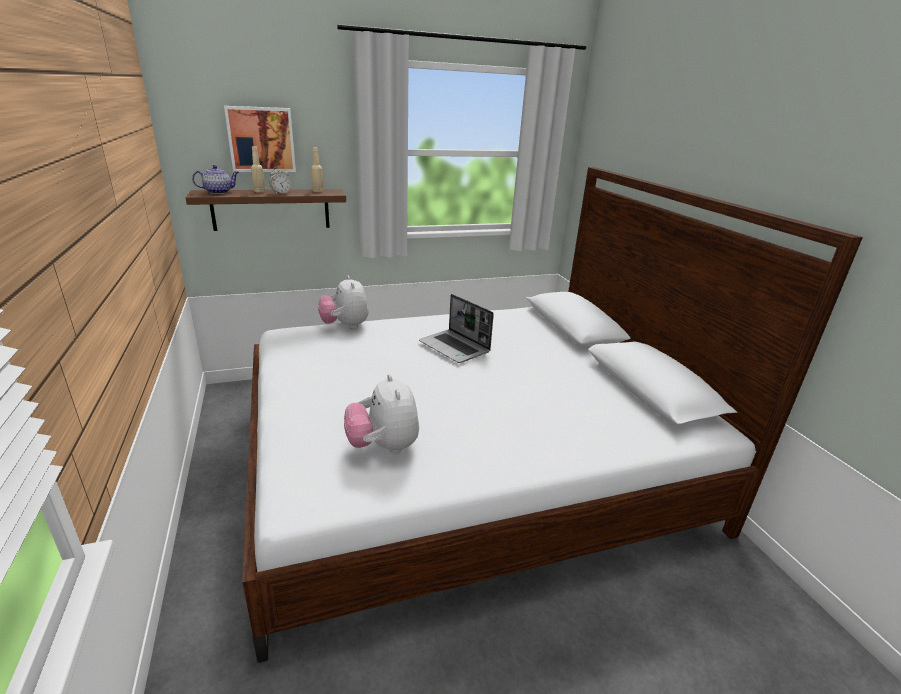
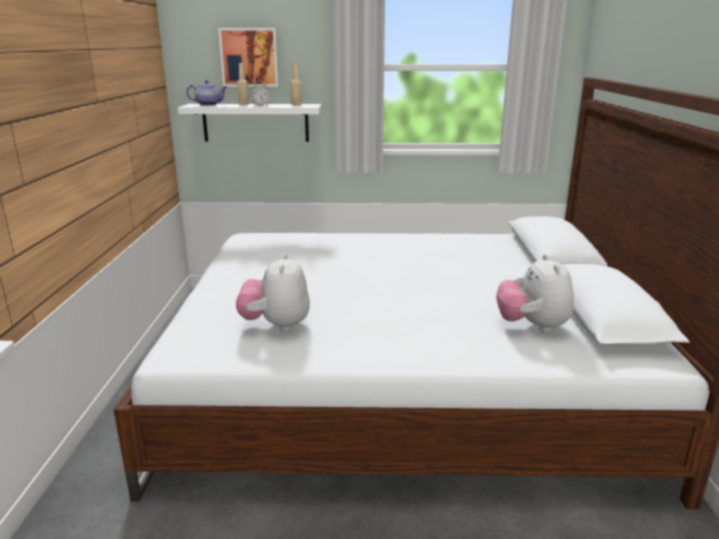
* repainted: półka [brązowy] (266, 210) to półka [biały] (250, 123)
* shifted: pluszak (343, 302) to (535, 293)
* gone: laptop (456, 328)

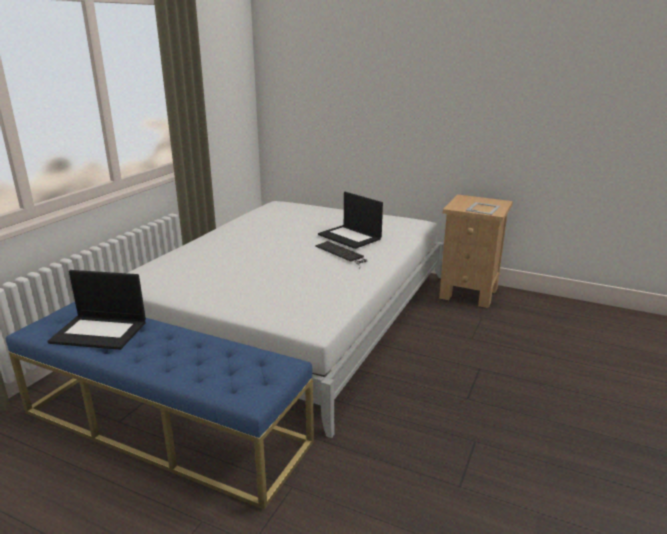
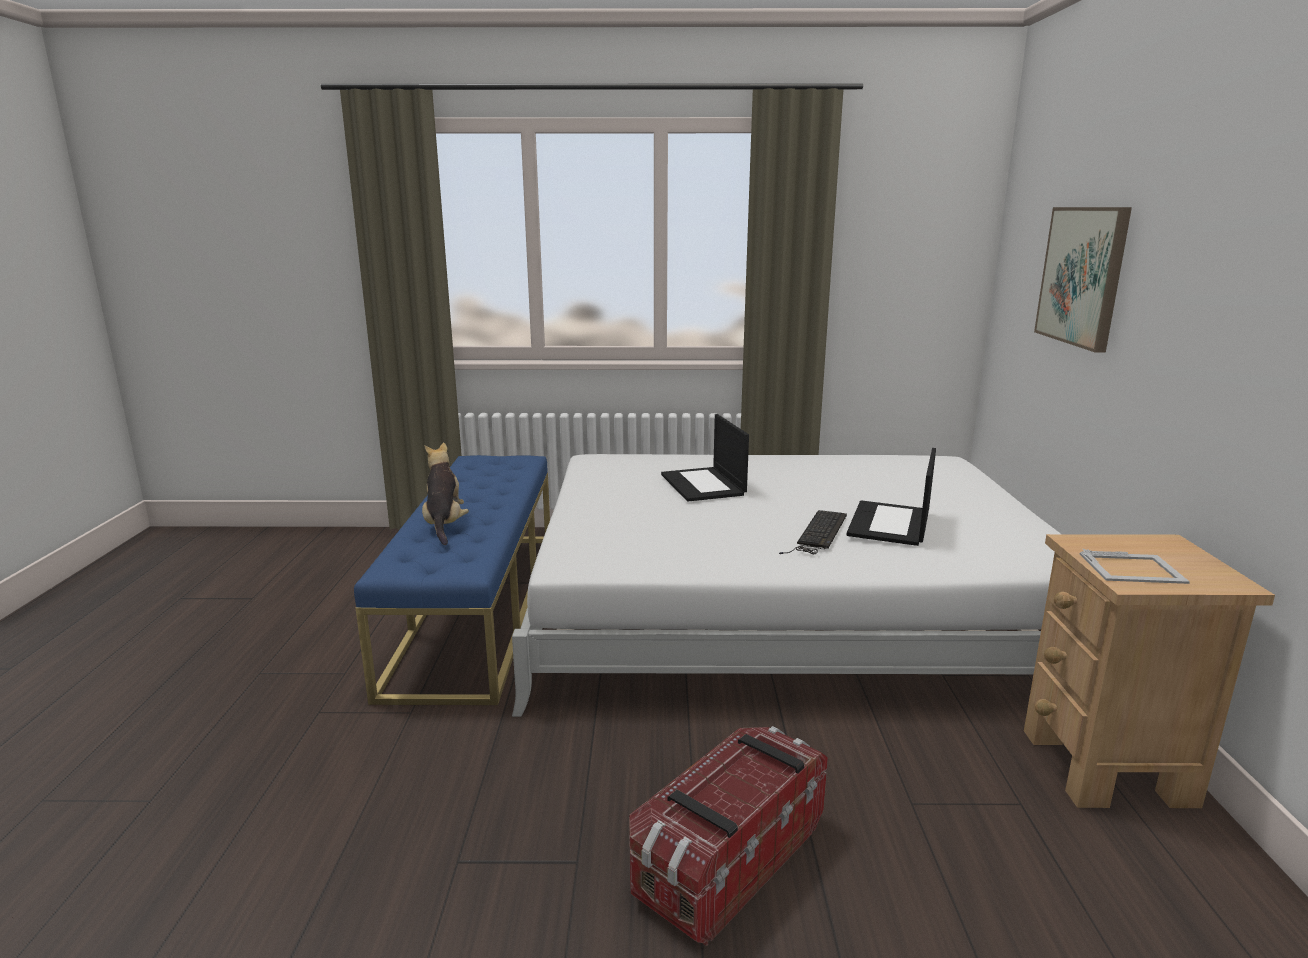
* new: pluszak (445, 494)
* new: pojemnik do przechowywania (728, 836)
* shifted: laptop (96, 310) to (705, 457)
* new: obraz (1083, 280)

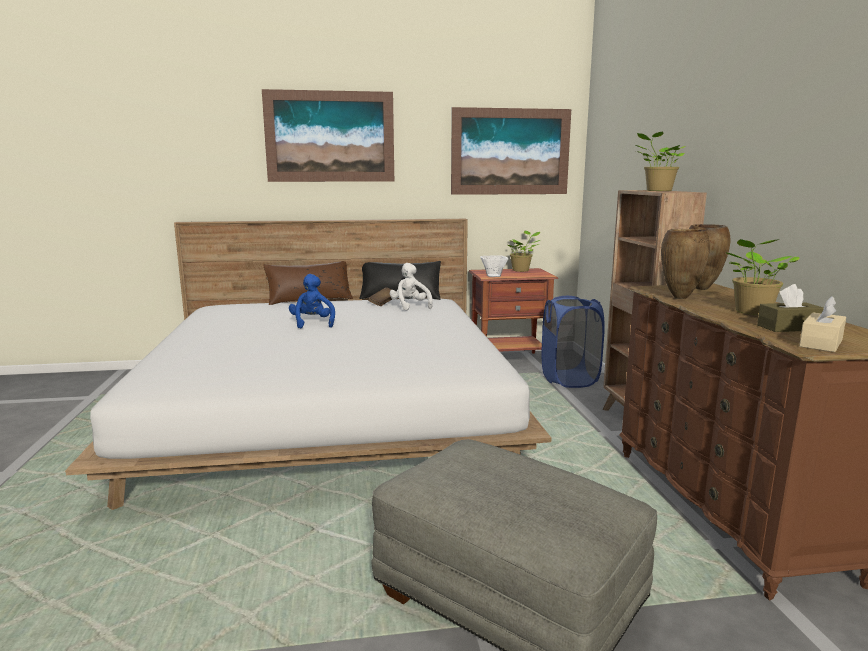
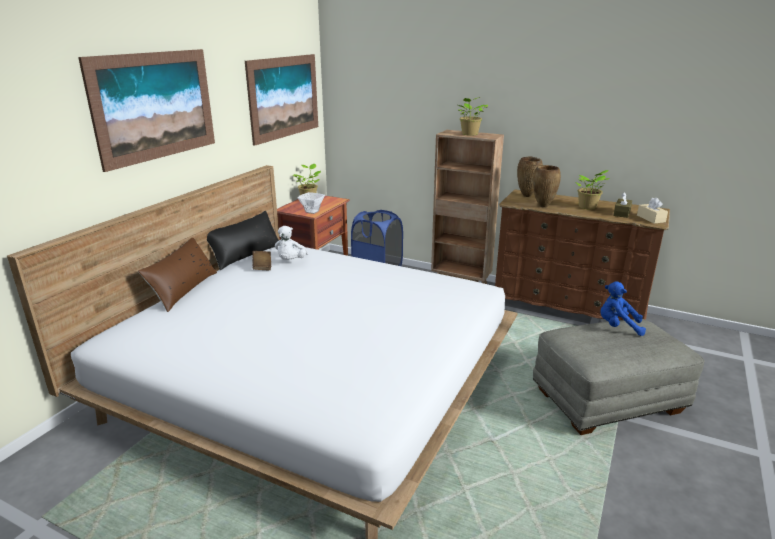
* rotated: pluszak [biały] (411, 287) = (291, 243) 90 degrees counterclockwise
* shifted: pluszak [niebieski] (312, 301) to (623, 308)

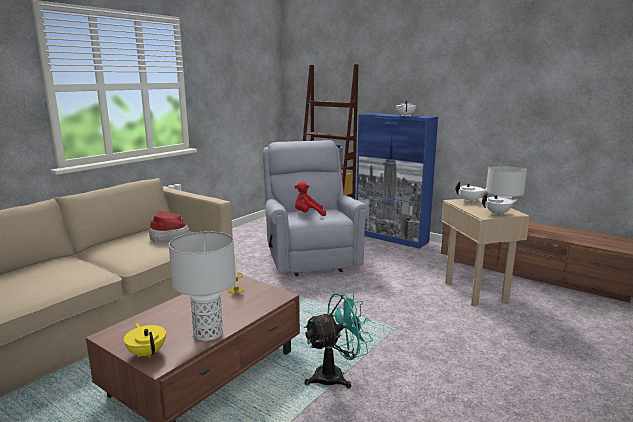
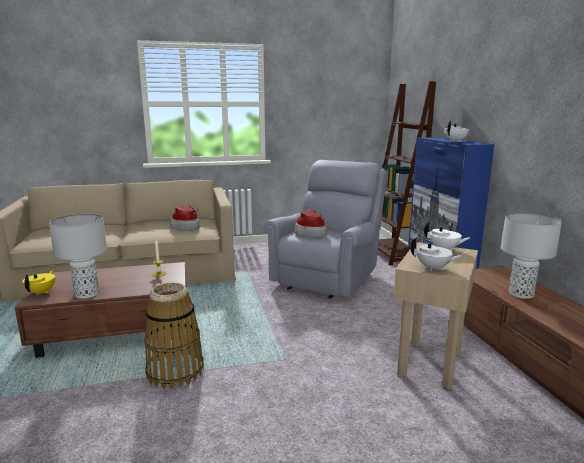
* swapped: wentylator [turkusowy] (338, 340) to koszyk (174, 336)
* swapped: pluszak [czerwony] (310, 198) to kapelusz (311, 223)

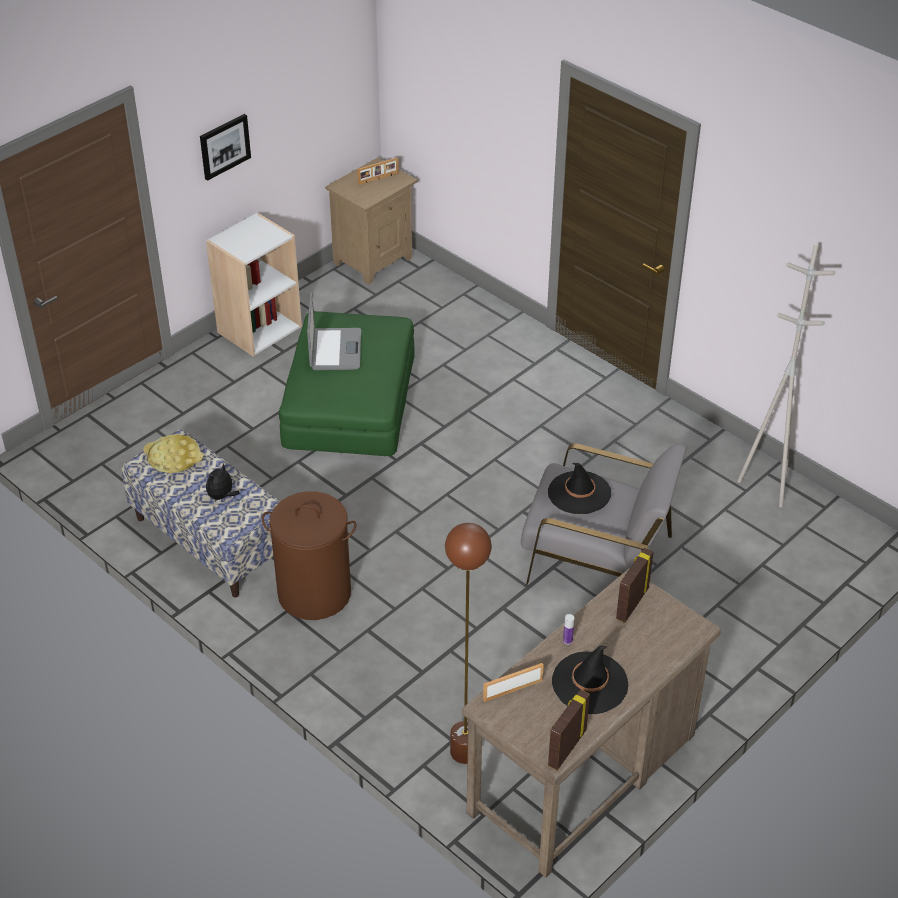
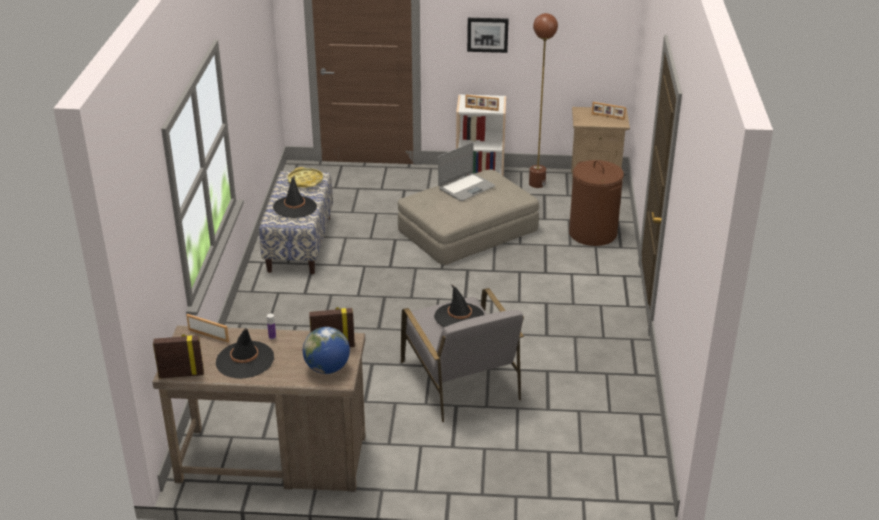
* swapped: pluszak (223, 482) to kapelusz [czarny] (295, 196)
* new: globus (326, 350)
* repainted: pufa [zielony] (347, 383) to pufa [beżowy] (468, 217)
* new: ramka na zdjęcie (482, 103)
* shifted: lampa stojąca [brązowy] (468, 643) to (543, 100)
* shifted: kosz na pranie [brązowy] (309, 555) to (596, 203)
* gone: wieszak [szary] (786, 376)

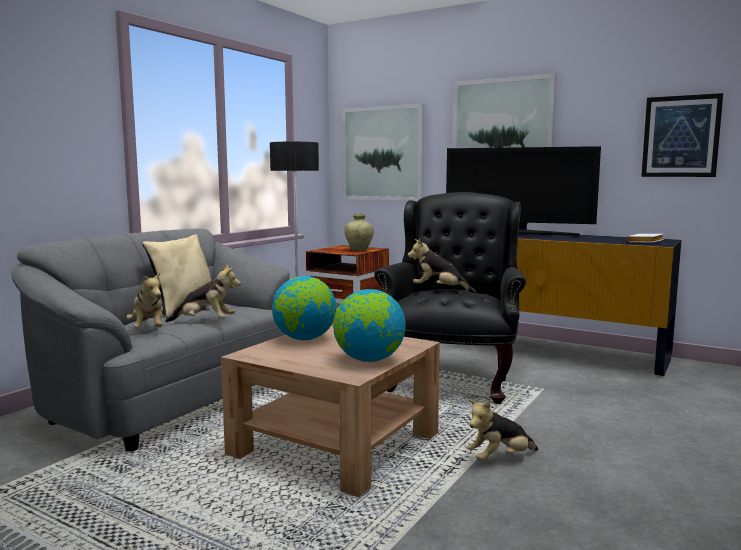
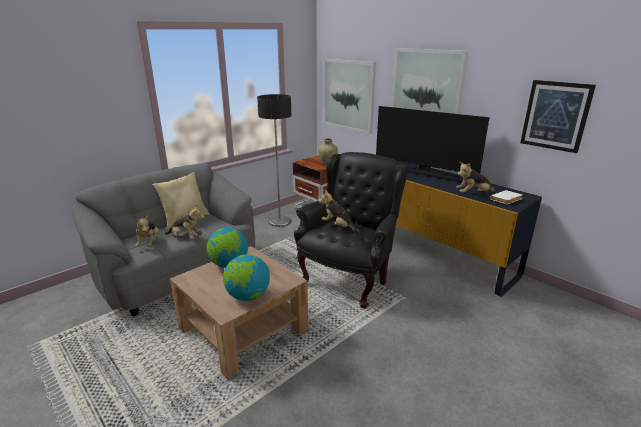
* shifted: pluszak (502, 430) to (476, 177)

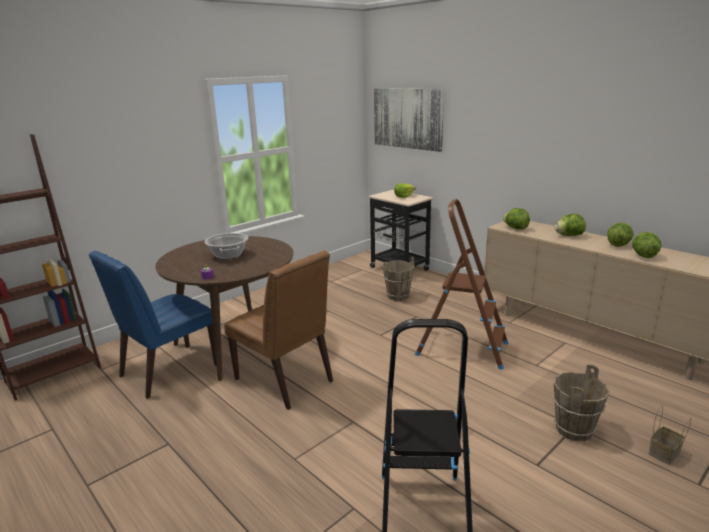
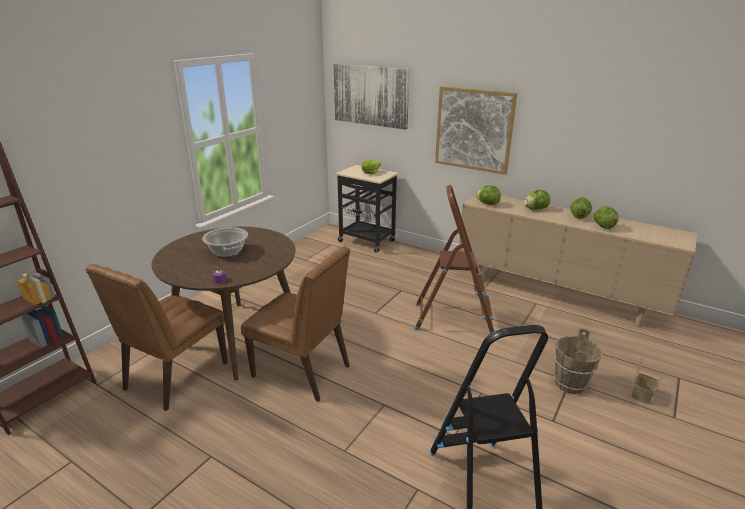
* repainted: krzesło [niebieski] (153, 325) to krzesło [brązowy] (156, 337)
* new: obraz (476, 130)
* gone: wiadro [brązowy] (398, 279)

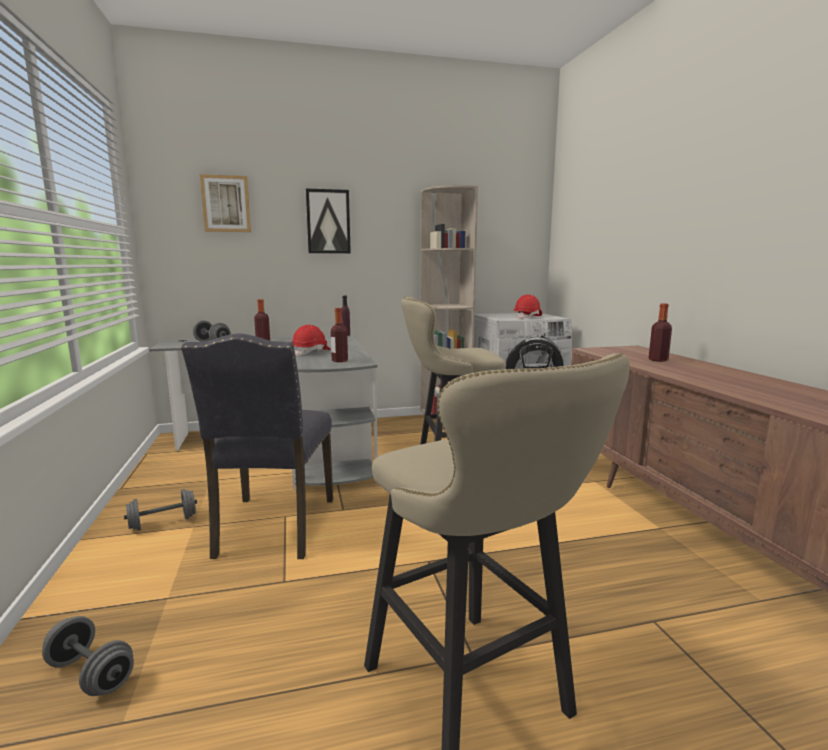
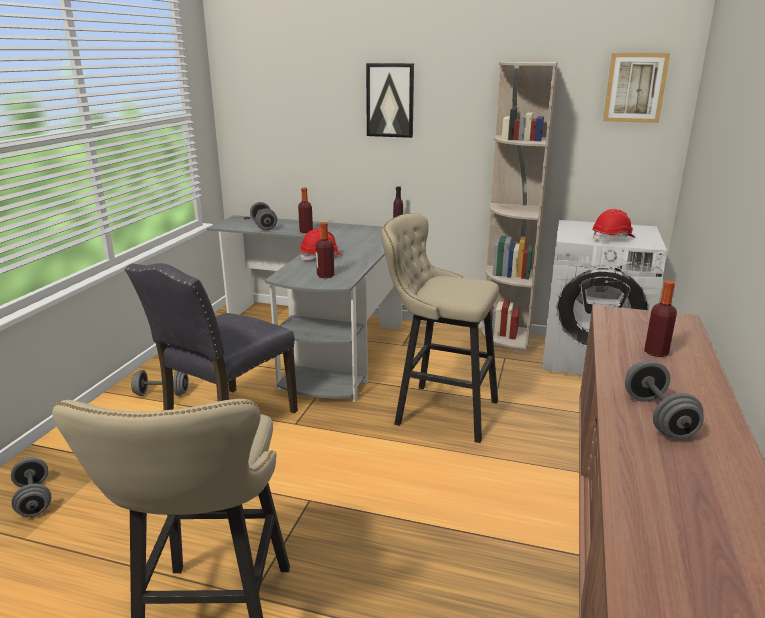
* shifted: obraz (225, 203) to (636, 88)
* new: hantel [szary] (664, 400)

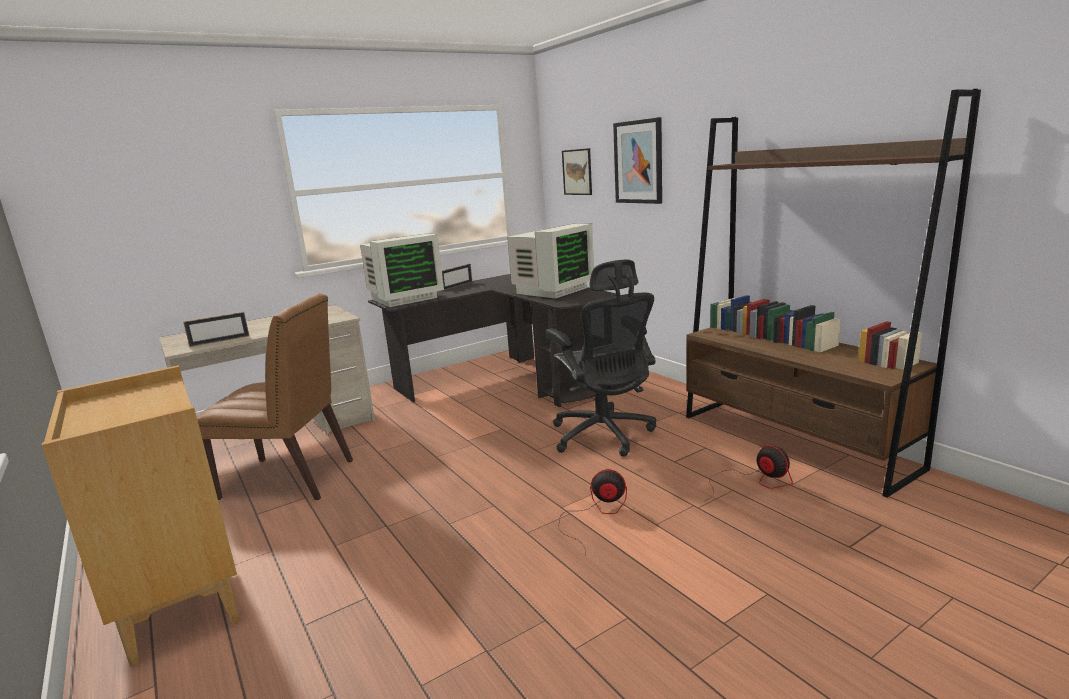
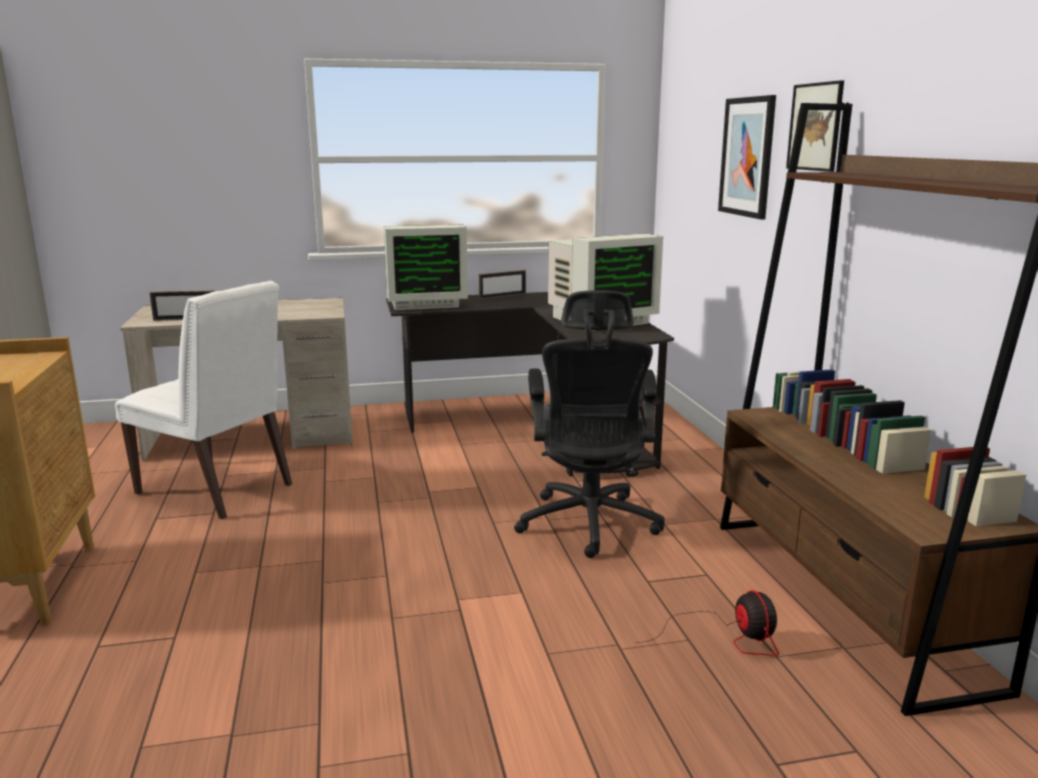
* repainted: krzesło [brązowy] (275, 396) to krzesło [biały] (203, 400)
* shifted: obraz (577, 171) to (815, 126)
* gone: wentylator (592, 511)

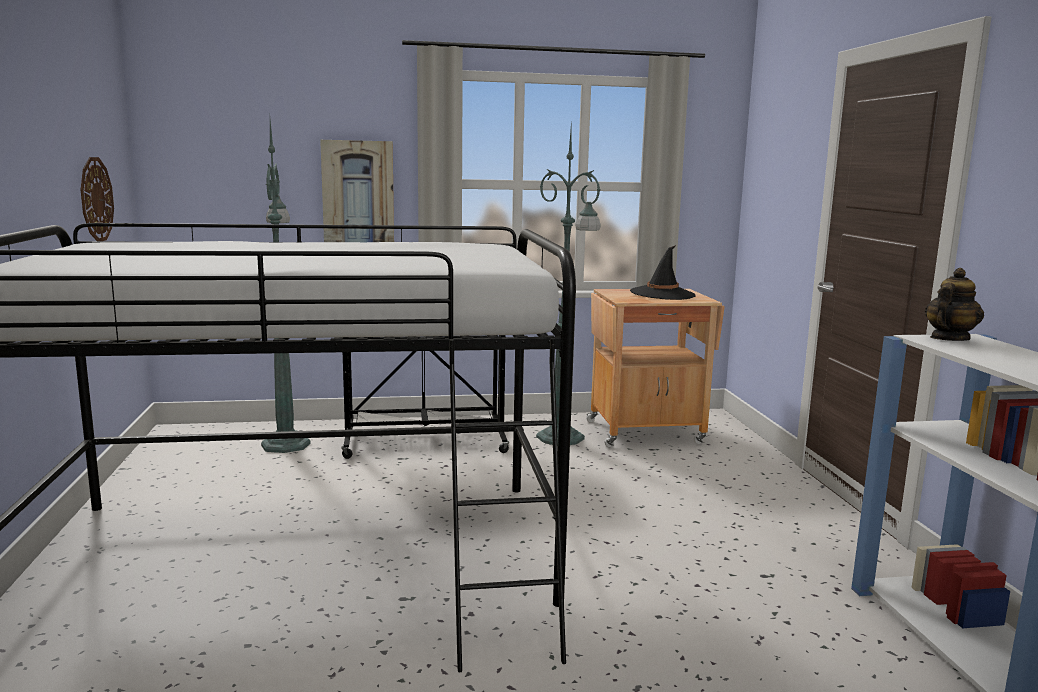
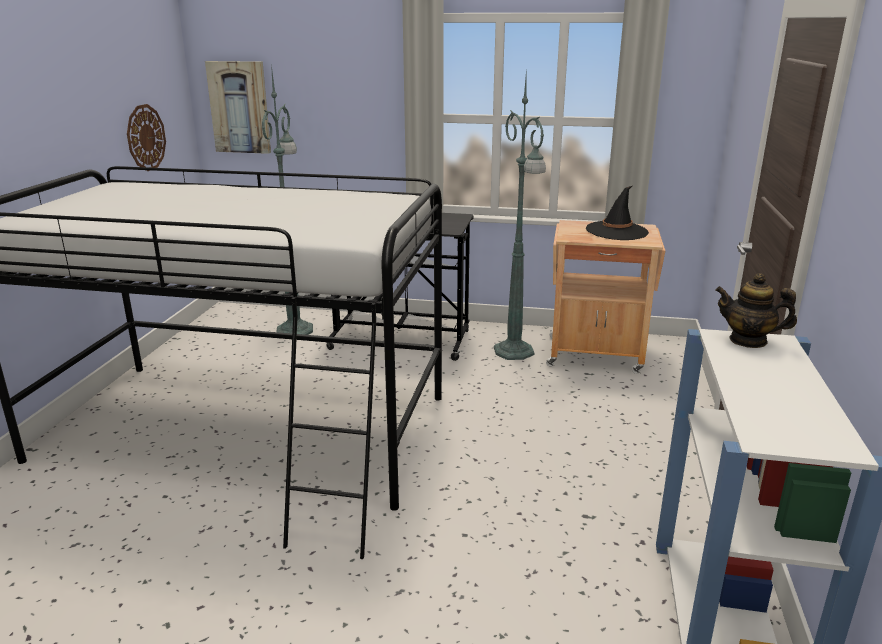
* shifted: obraz (357, 191) to (238, 107)
* rotated: imbryk (954, 304) = (756, 310) 135 degrees counterclockwise

